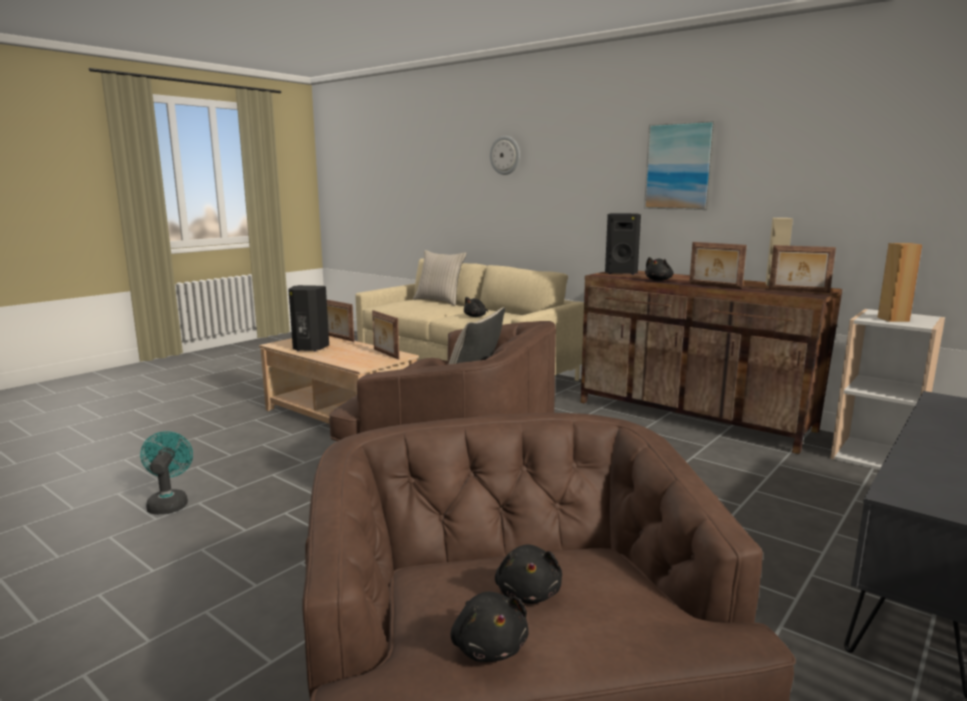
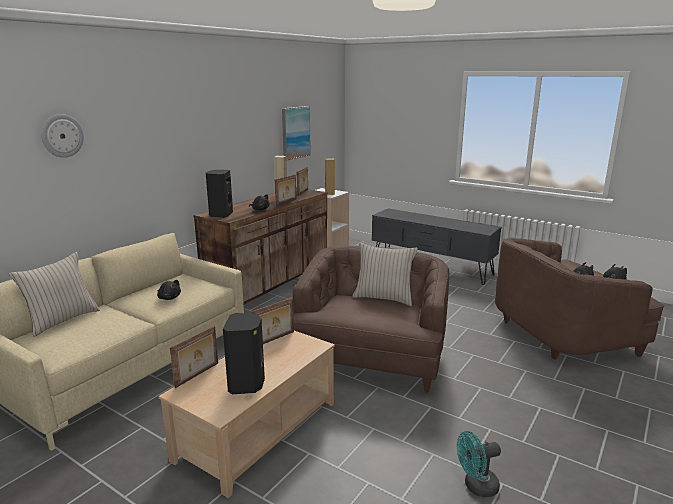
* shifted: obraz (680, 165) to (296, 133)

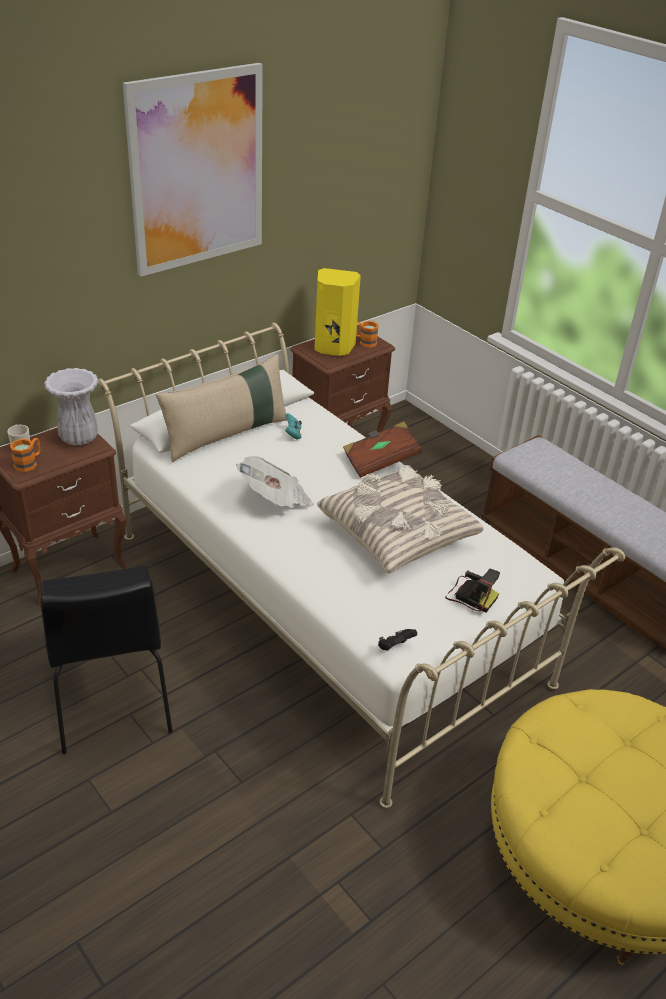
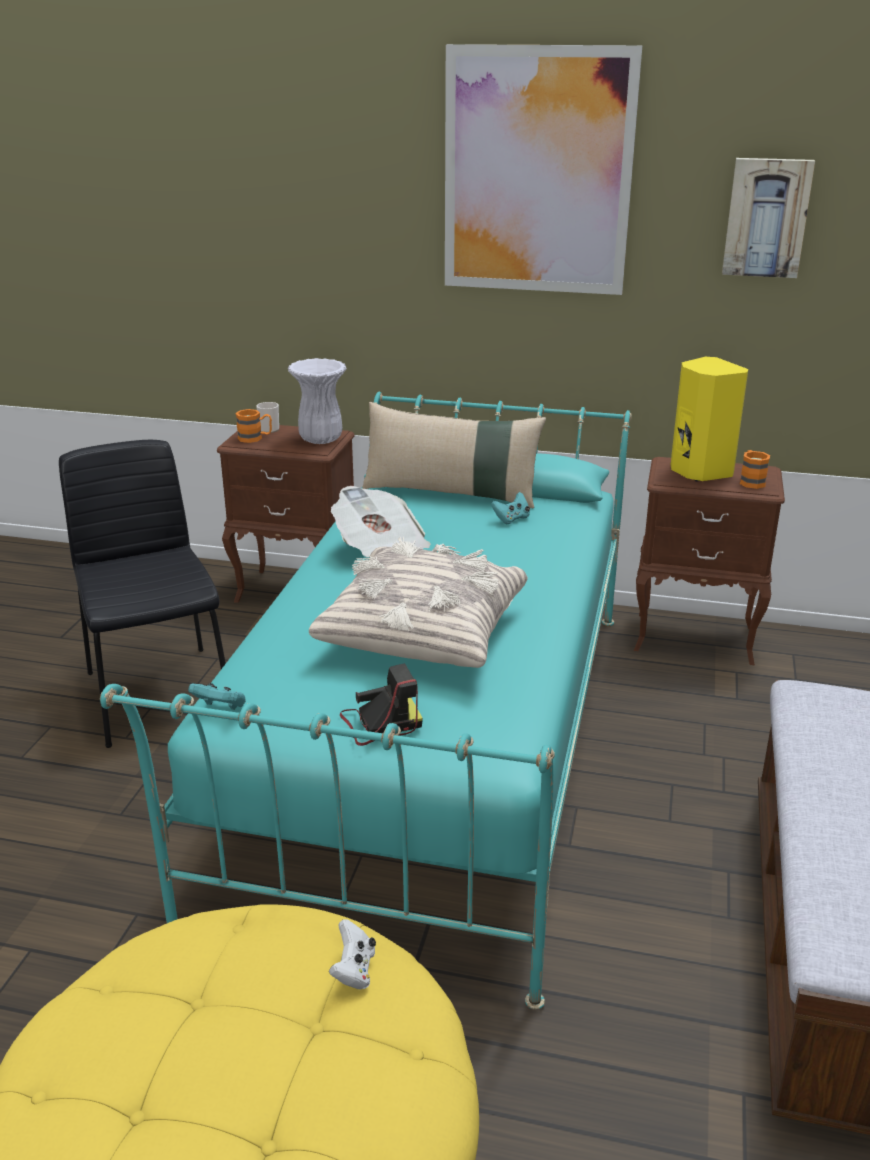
* rotated: krzesło [czarny] (106, 659) = (142, 594) 120 degrees clockwise
* repainted: łóżko [biały] (361, 565) to łóżko [turkusowy] (366, 700)
* repainted: pad do gier [czarny] (397, 639) to pad do gier [turkusowy] (217, 696)
* new: pad do gier [biały] (352, 954)
* rotated: aparat fotograficzny (472, 591) = (381, 704) 105 degrees counterclockwise
* new: obraz (768, 218)
* gone: książka [brązowy] (382, 450)

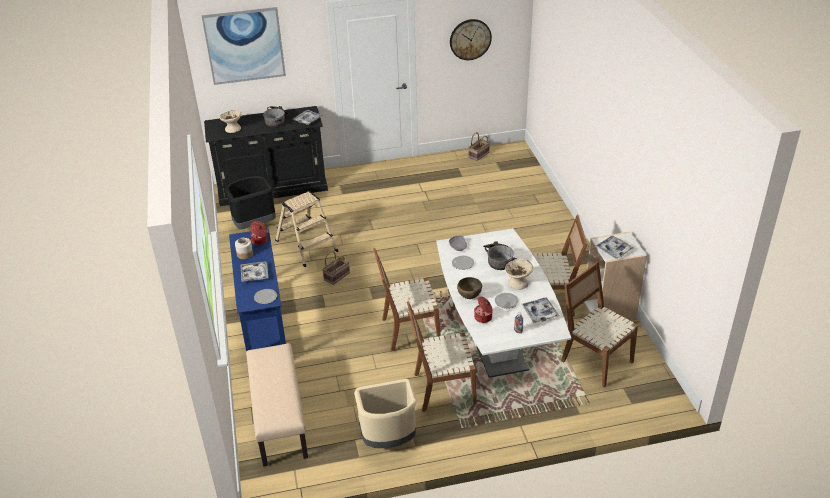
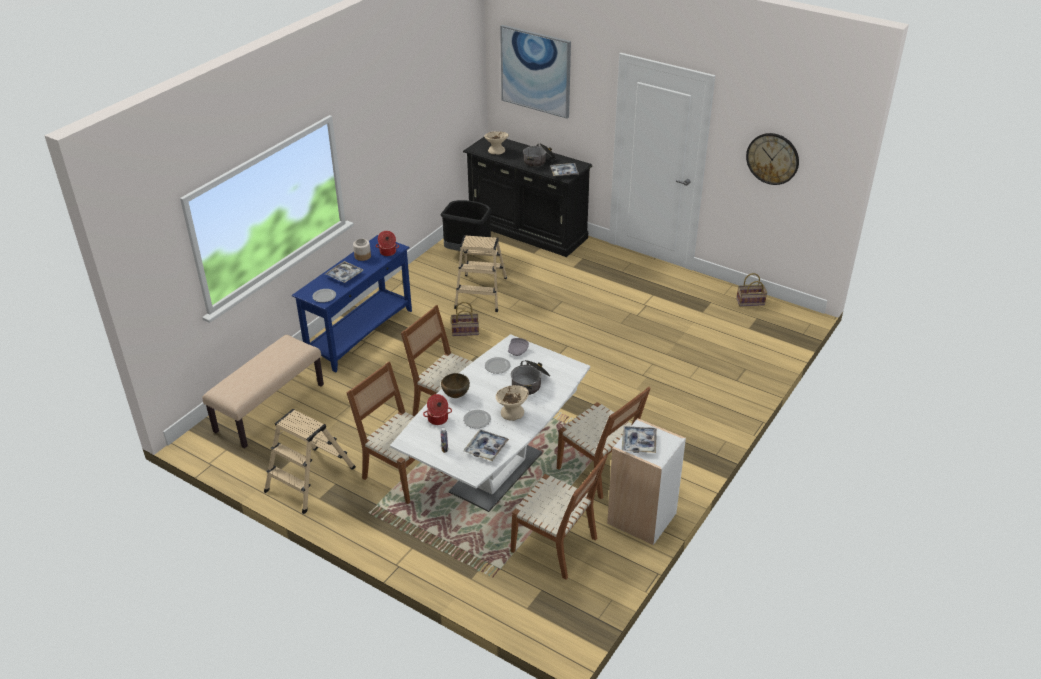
* swapped: kosz na śmieci [beżowy] (385, 413) to drabinka [beżowy] (310, 461)
* rotated: krzesło (599, 324) = (559, 517) 120 degrees clockwise

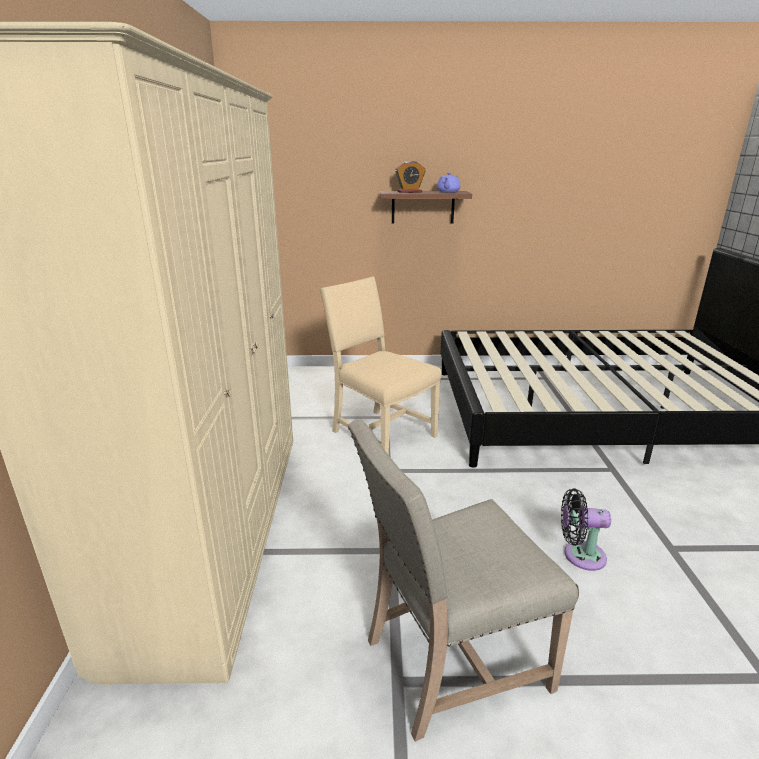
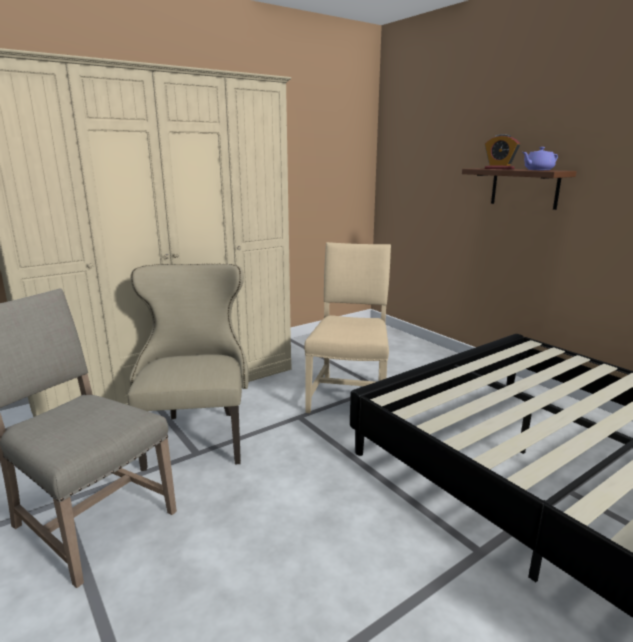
* new: krzesło [beżowy] (188, 367)
* gone: wentylator [czarny] (586, 529)

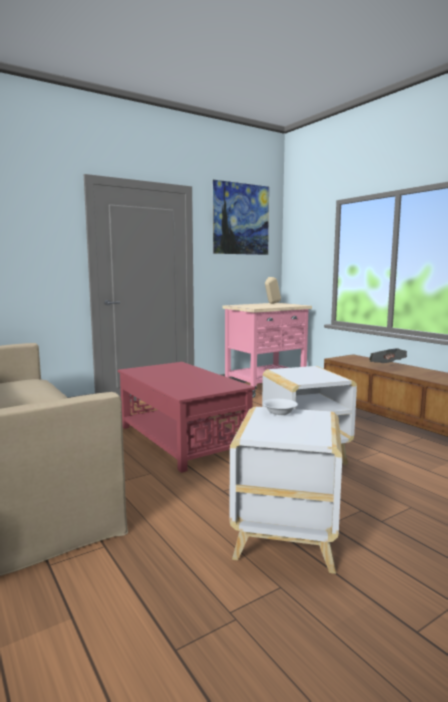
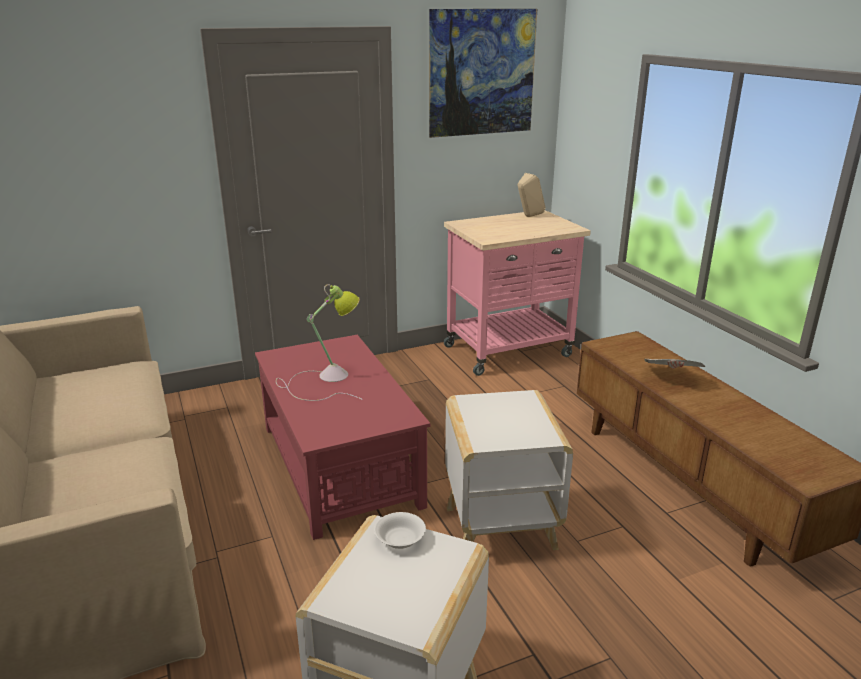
* new: lampa stołowa (319, 342)

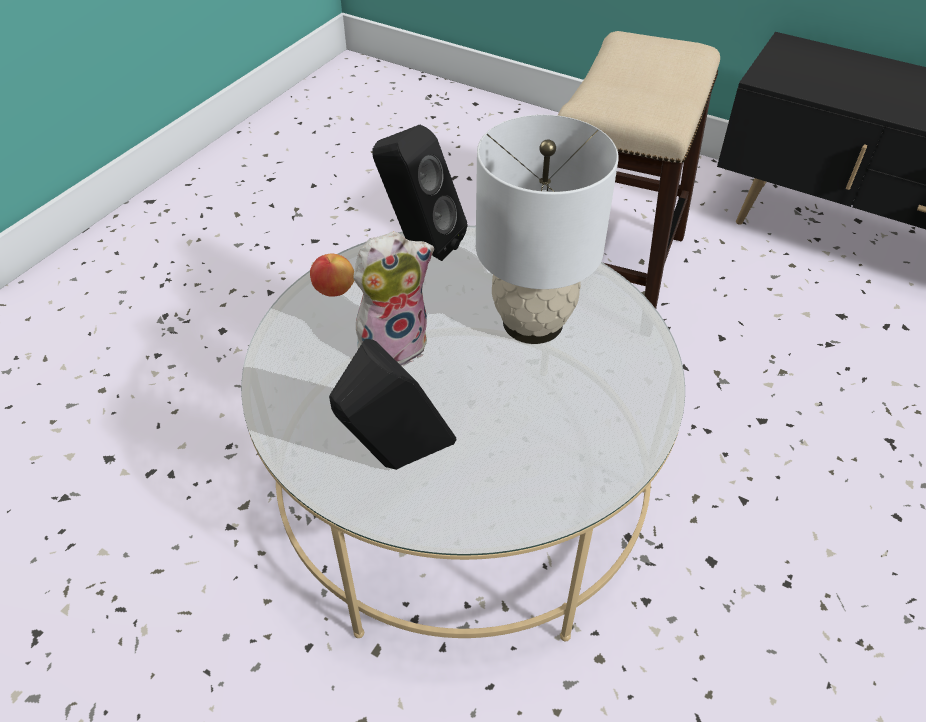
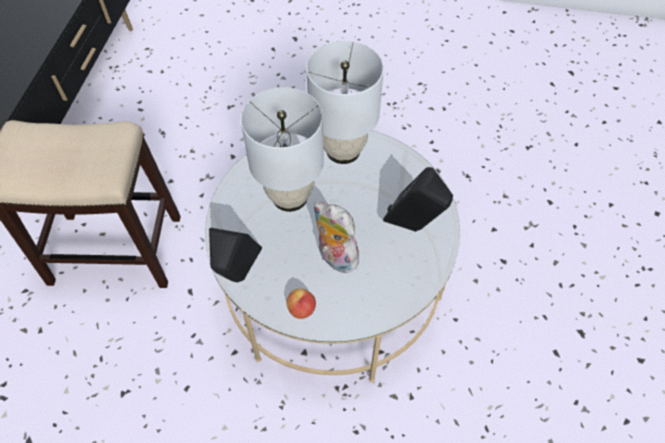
* new: lampa stołowa [biały] (345, 102)

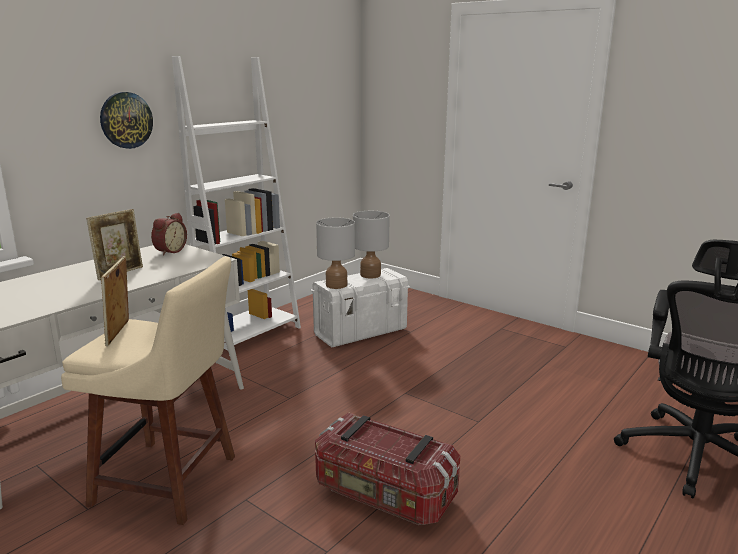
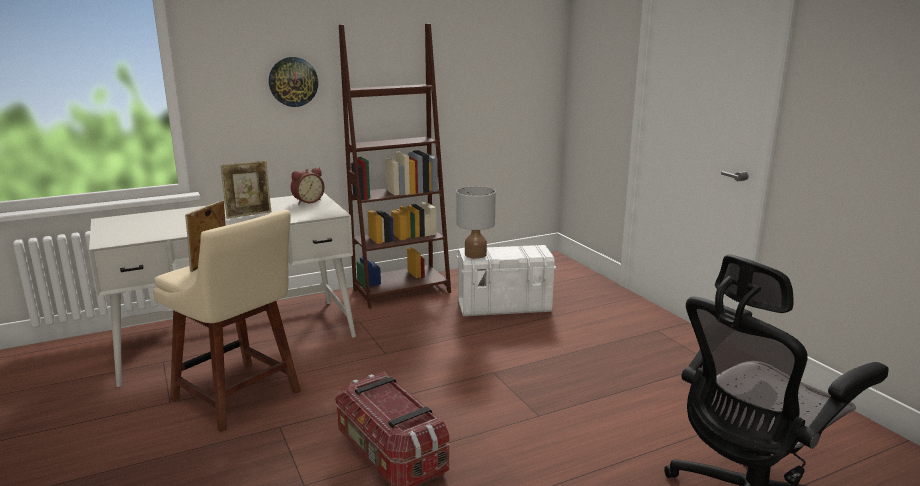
* repainted: regał [biały] (236, 206) to regał [brązowy] (395, 166)
* gone: lampa stołowa [szary] (371, 245)

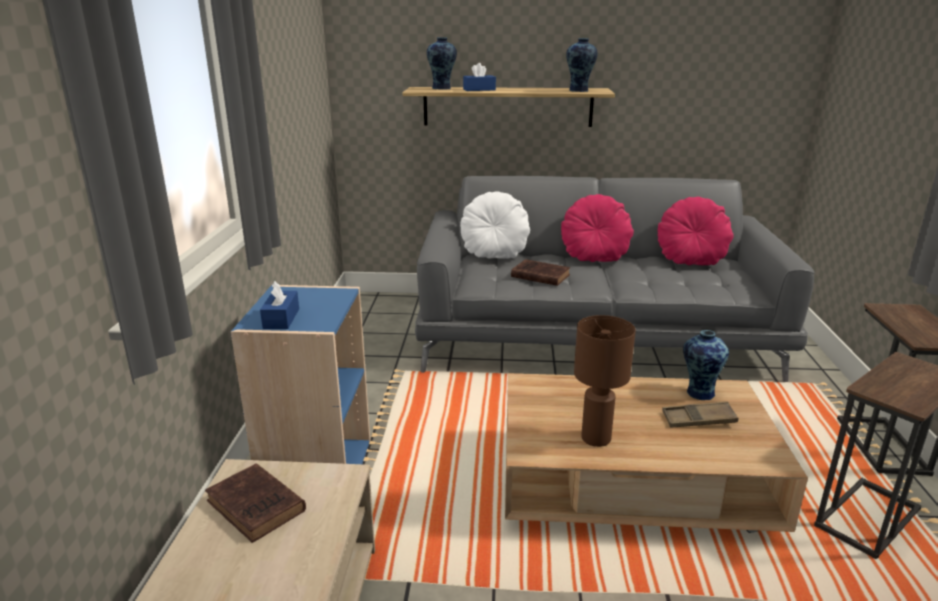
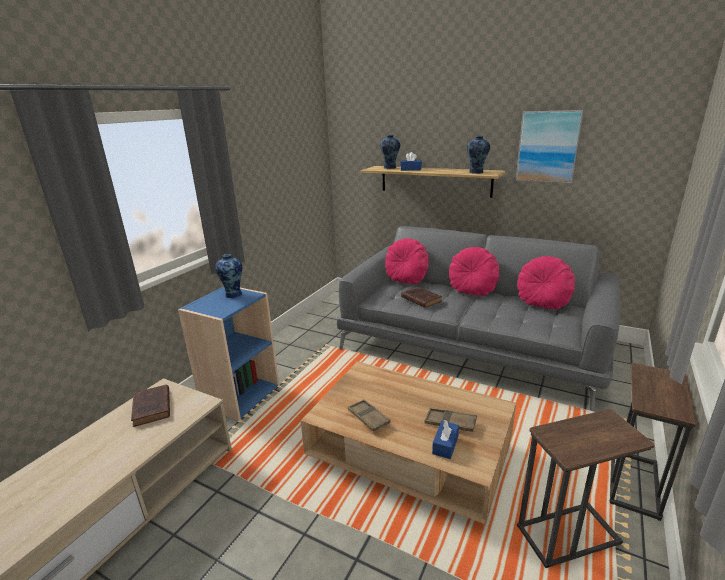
* shifted: wazon (706, 365) to (229, 276)
* swapped: lampa stołowa [brązowy] (605, 381) to taca [brązowy] (369, 415)
* repainted: poduszka [biały] (495, 225) to poduszka [różowy] (407, 261)
* shifted: pudełko chusteczek [niebieski] (279, 305) to (445, 439)
* new: obraz (550, 146)

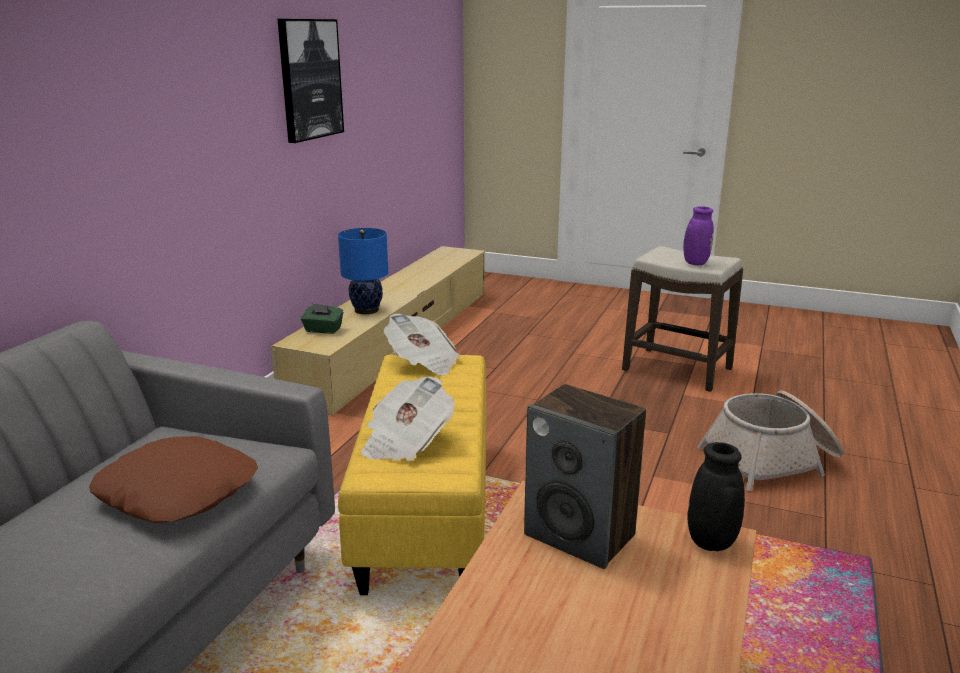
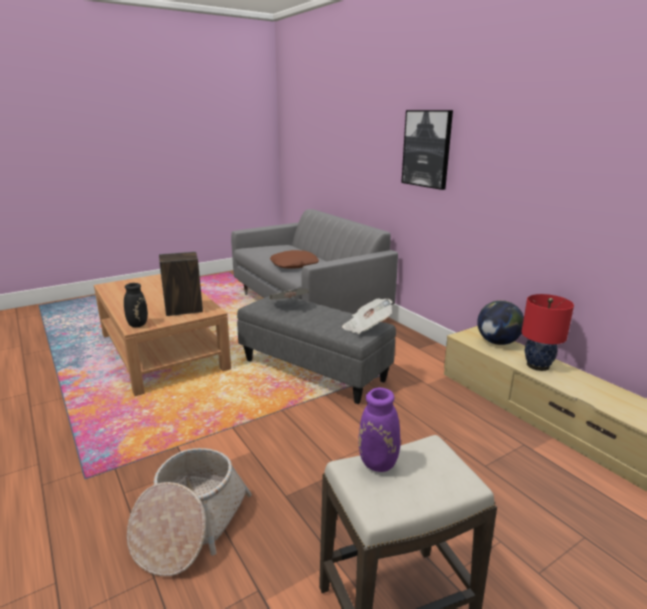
* repainted: pufa [żółty] (412, 475) to pufa [szary] (316, 348)
* shifted: obraz (311, 81) to (427, 150)
* swapped: pudełko chusteczek [zielony] (322, 318) to globus (500, 322)
* repainted: lampa stołowa [niebieski] (363, 271) to lampa stołowa [czerwony] (547, 332)

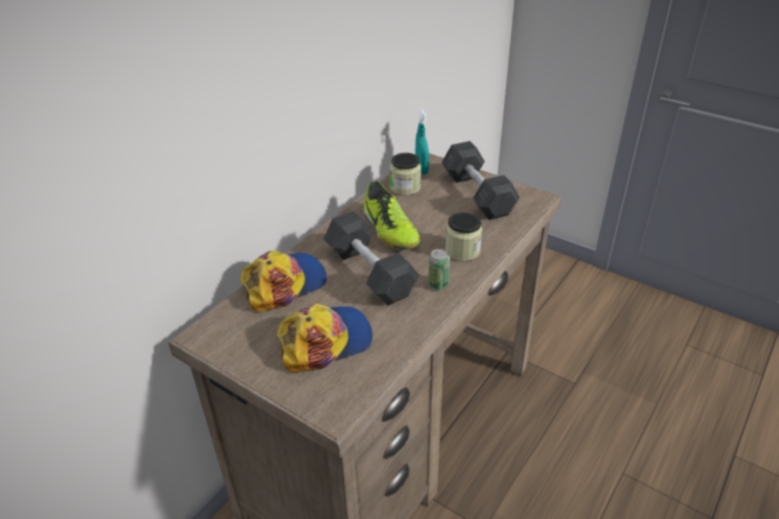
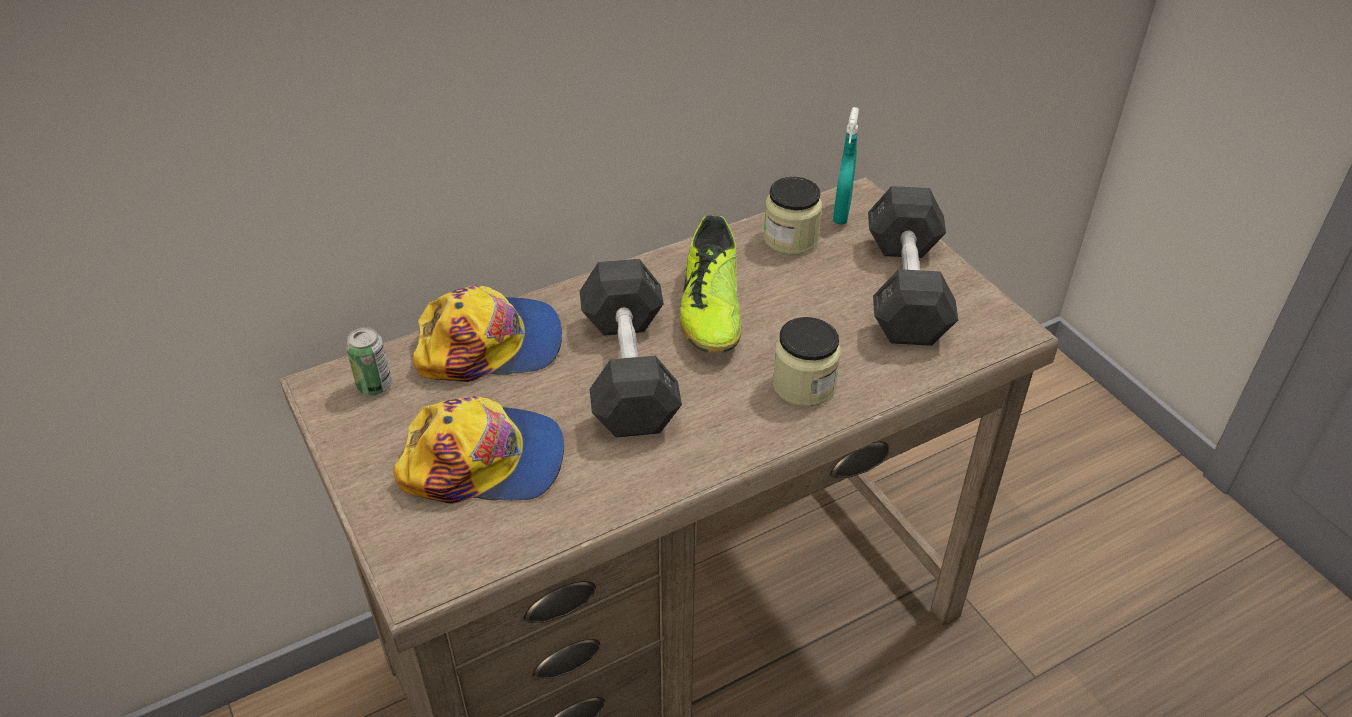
* shifted: puszka (439, 269) to (369, 361)

